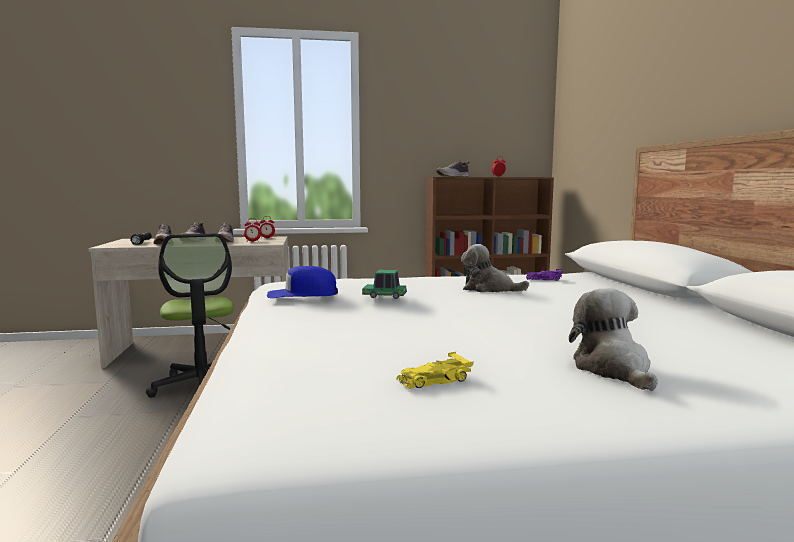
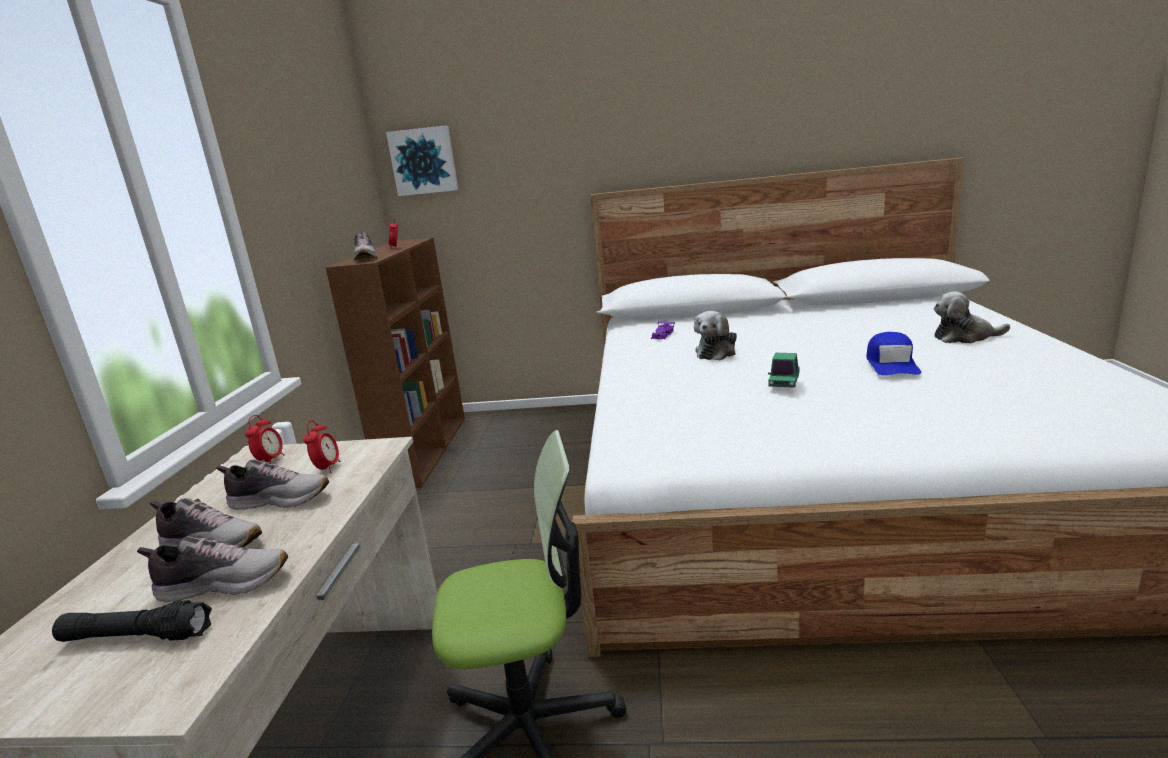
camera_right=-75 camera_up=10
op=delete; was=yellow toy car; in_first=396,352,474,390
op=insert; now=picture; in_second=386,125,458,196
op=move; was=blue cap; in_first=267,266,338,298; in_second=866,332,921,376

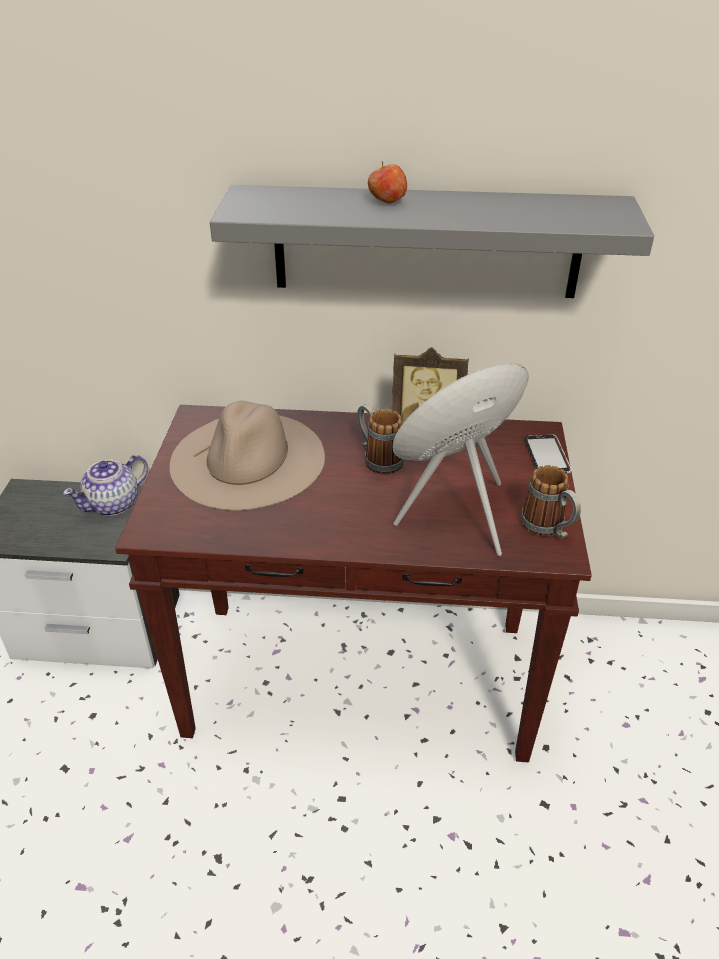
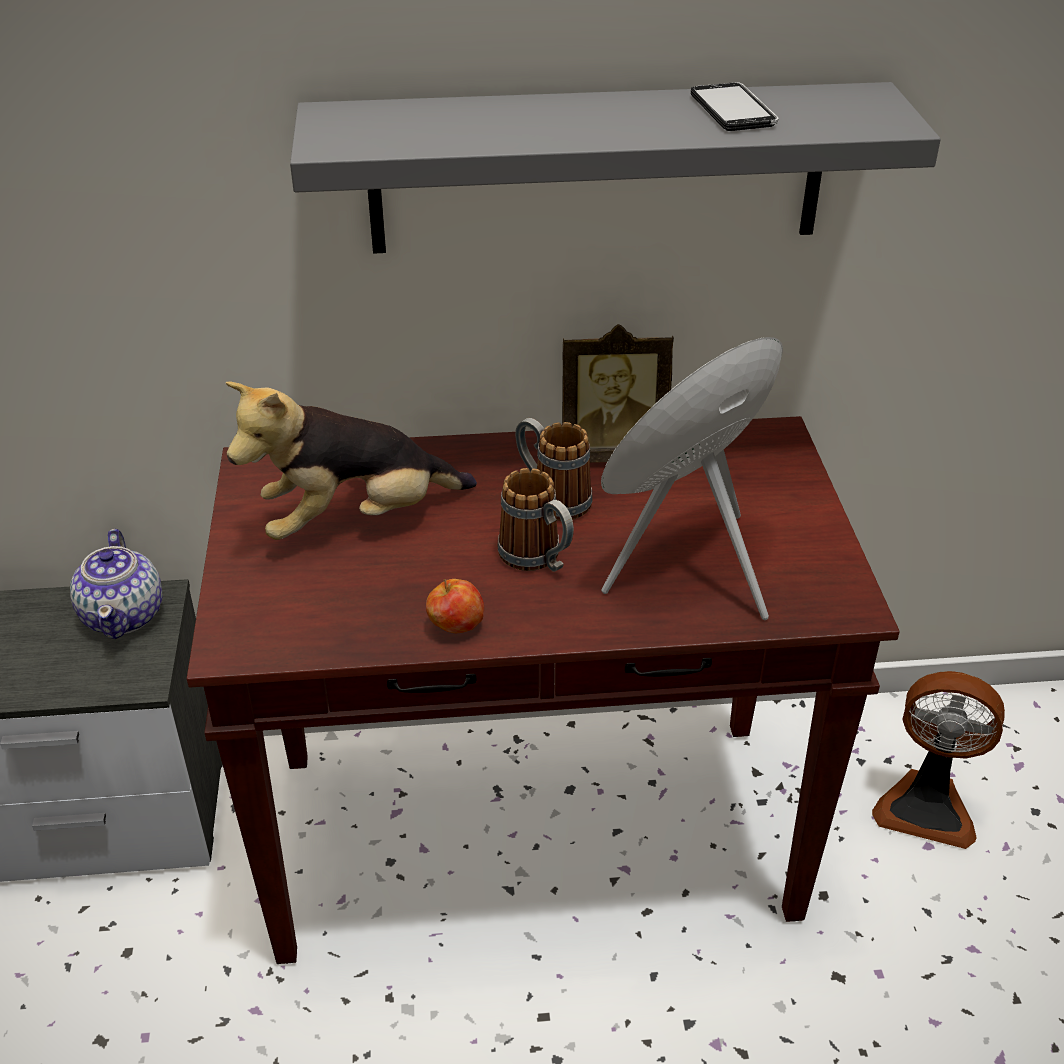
camera_right=-10 camera_up=0
op=insert; now=fan; in_second=872,671,1005,849
op=move; was=apple; in_first=368,161,407,204; in_second=426,579,484,633
op=move; was=mug; in_first=521,465,581,539; in_second=498,468,574,572
op=move; was=phone; in_first=525,434,572,474; in_second=691,82,779,131
op=replace; was=beige hat; now=plush toy; in_first=170,400,325,511; in_second=226,381,477,540
op=rotate; was=teapot; in_first=63,455,148,516; in_second=70,529,163,639; clockwise=-45

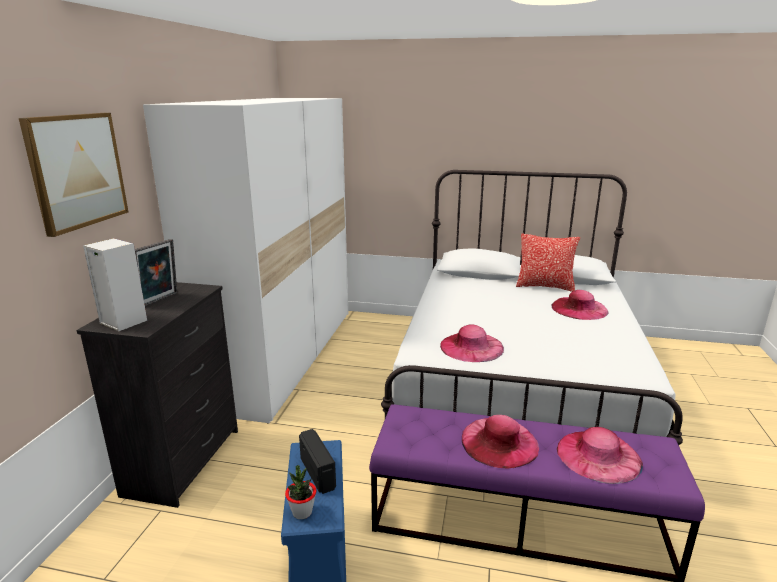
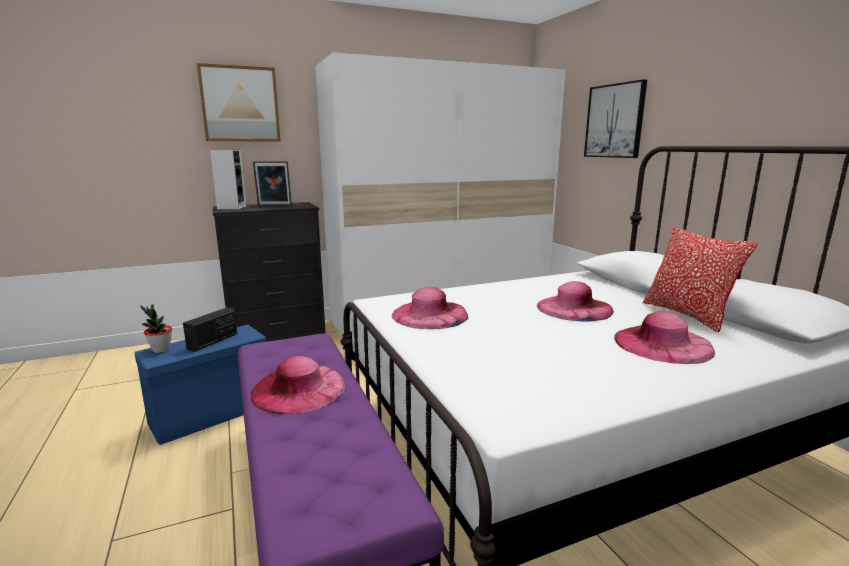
camera_right=55 camera_up=-5
op=insert; now=picture; in_second=584,79,647,158
op=move; was=pink hat; in_first=557,427,643,484; in_second=537,281,614,322

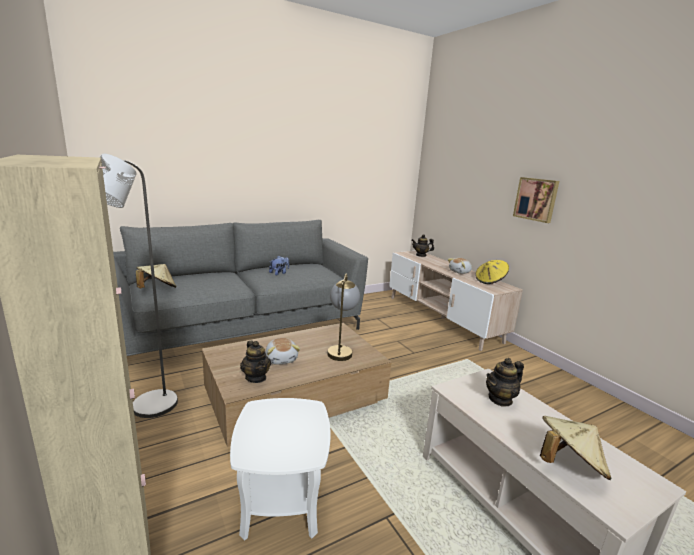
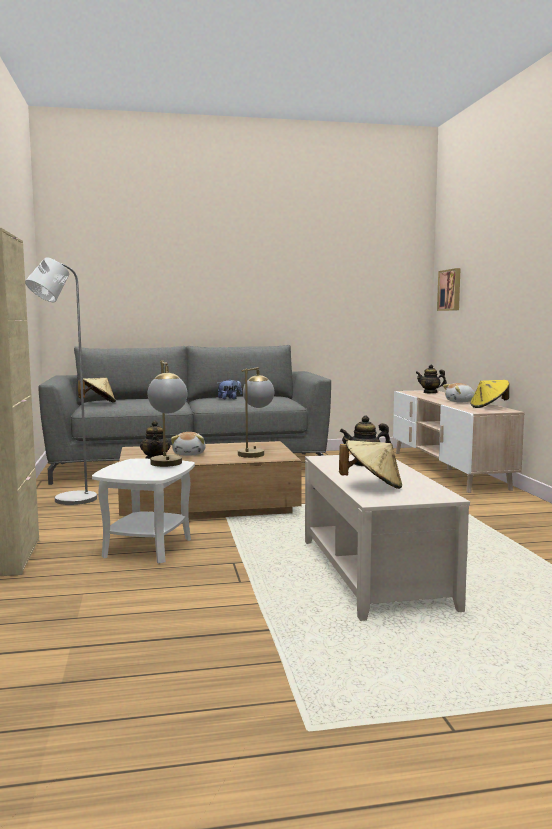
camera_right=20 camera_up=-10
op=insert; now=table lamp; in_second=148,360,188,467
op=move; was=picture; in_first=513,177,559,223; in_second=437,268,461,311

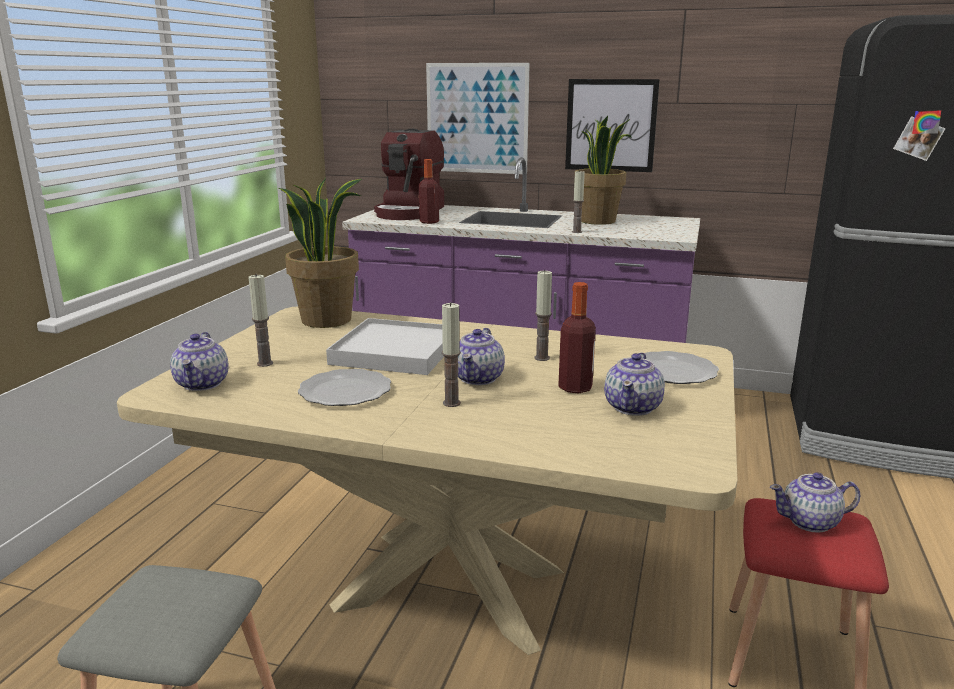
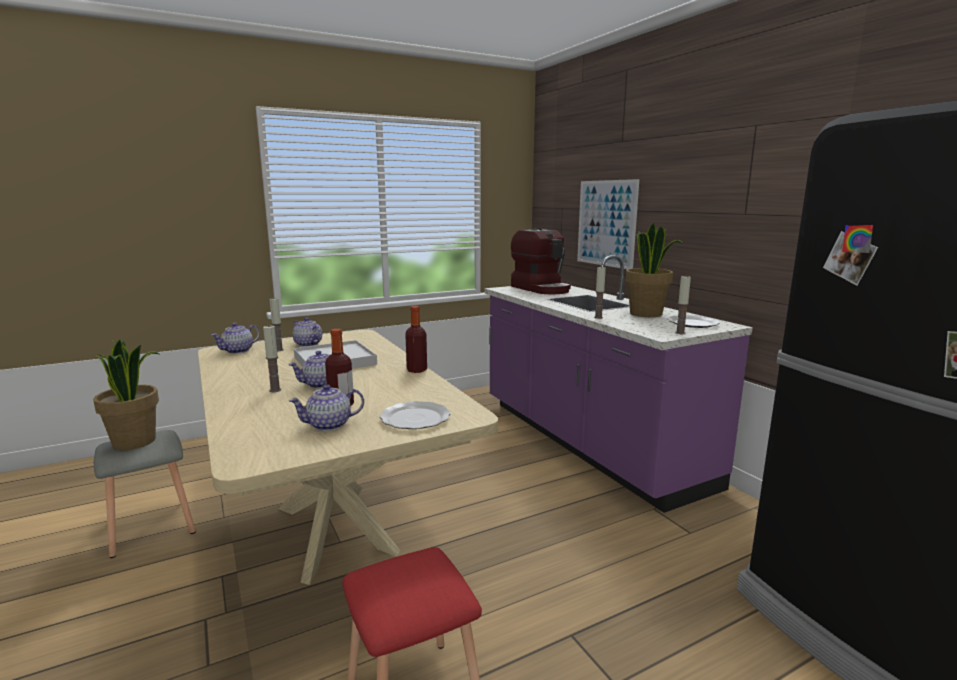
camera_right=45 camera_up=-5
op=delete; was=picture; in_first=565,79,660,172
op=move; was=potted plant; in_first=279,178,362,328; in_second=93,340,159,450
op=move; was=plate; in_first=298,369,391,406; in_second=667,315,720,328
op=move; was=bottle; in_first=419,159,439,224; in_second=405,306,427,373
op=move; was=candle; in_first=534,269,552,361; in_second=675,276,691,334
op=move; was=teapot; in_first=770,472,860,533; in_second=293,317,322,347
op=rotate; was=coffee machine; in_first=374,129,444,220; in_second=511,228,571,294; clockwise=-90

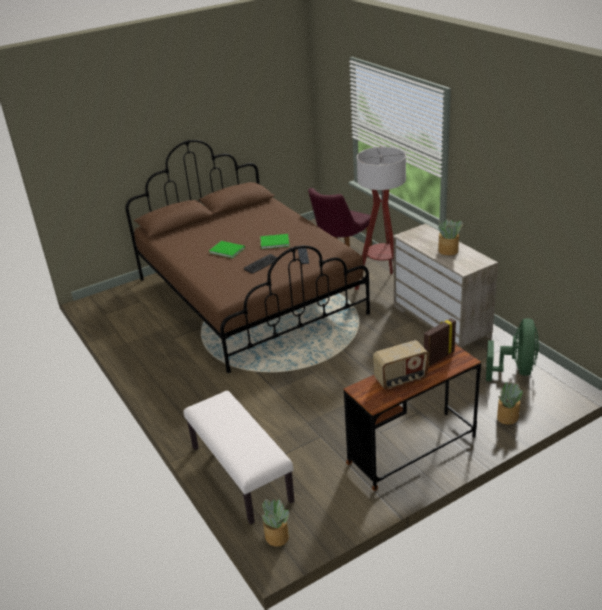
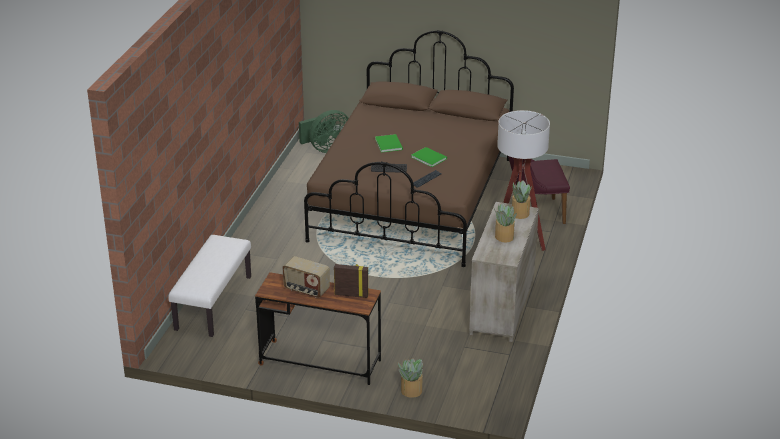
camera_right=45 camera_up=0
op=move; was=potted plant; in_first=262,499,289,547; in_second=512,180,532,219
op=move; was=green fan; in_first=486,318,539,381; in_second=299,110,349,153

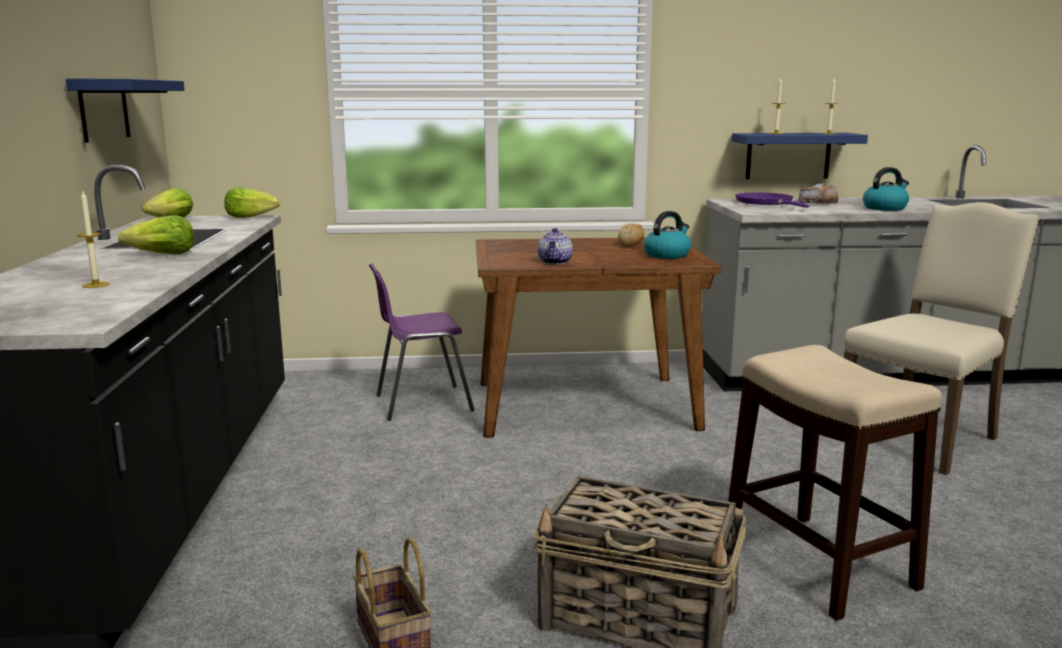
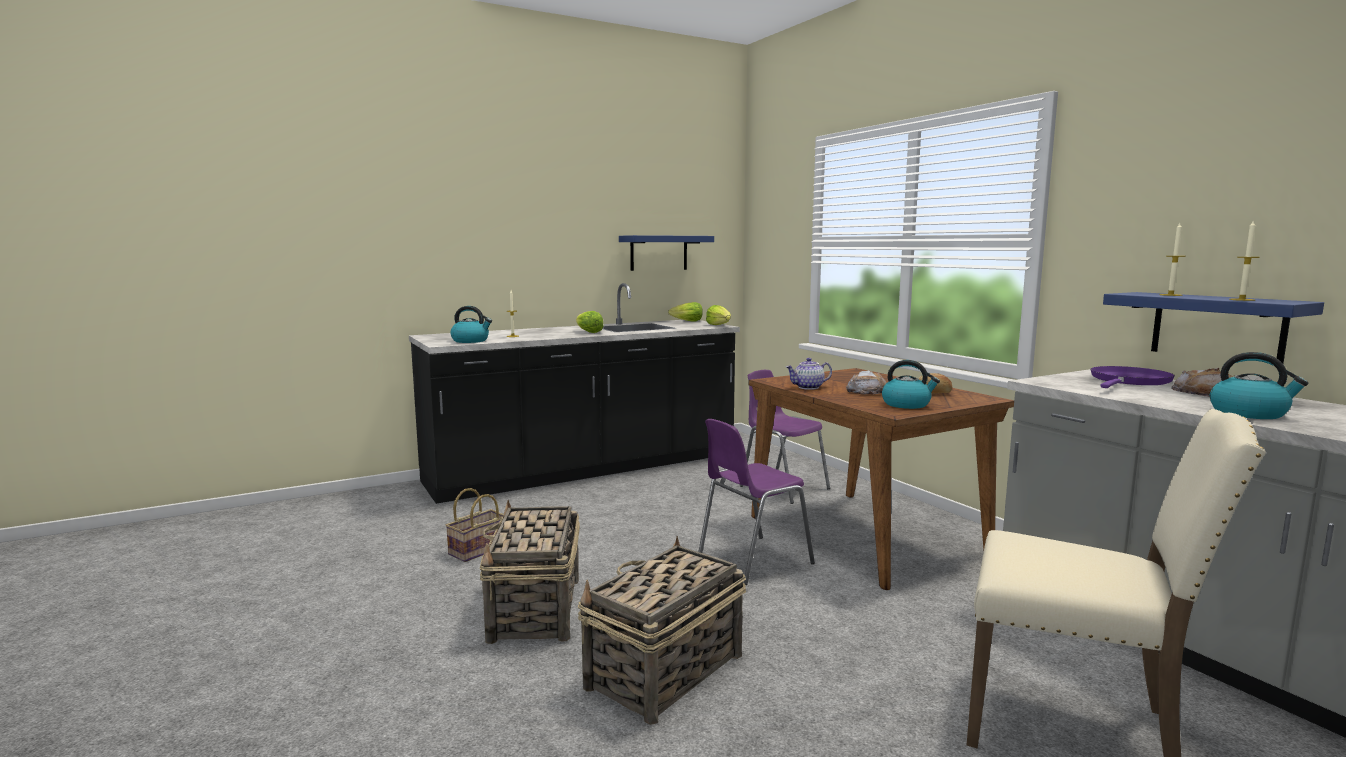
camera_right=65 camera_up=-5
op=insert; now=kettle; in_second=450,306,492,343
op=insert; now=purple chair; in_second=698,419,815,585
op=insert; now=bread; in_second=846,370,887,395
op=replace; was=stool; now=basket; in_first=728,345,942,621; in_second=578,536,746,725

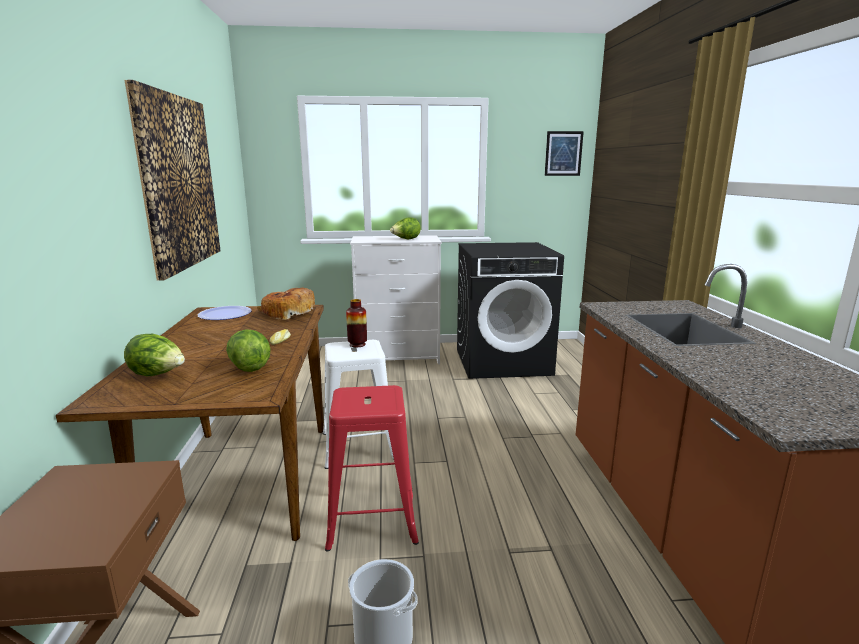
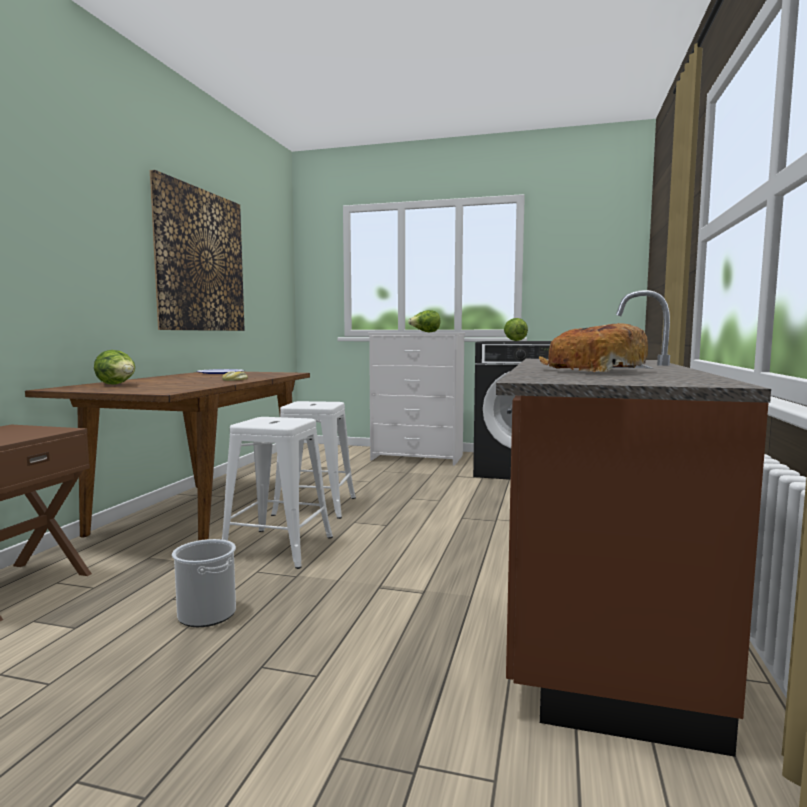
camera_right=20 camera_up=-10
op=delete; was=vase; in_first=346,299,367,347
op=delete; was=picture; in_first=545,131,584,176
op=move; was=lettuce; in_first=226,329,271,372; in_second=504,318,528,341
op=move; was=bread; in_first=257,288,315,320; in_second=539,323,648,372
op=recolor; was=red stool; now=white stool; in_first=325,385,419,552; in_second=222,417,333,569

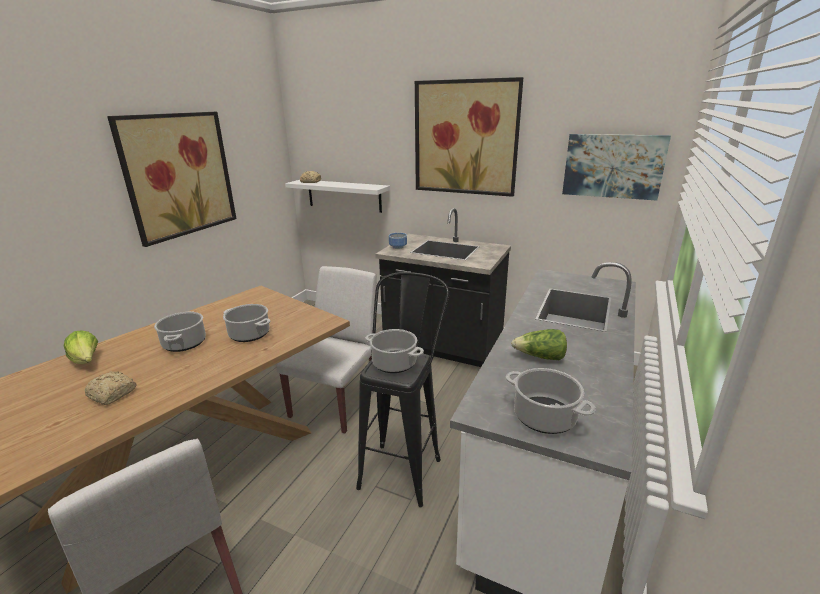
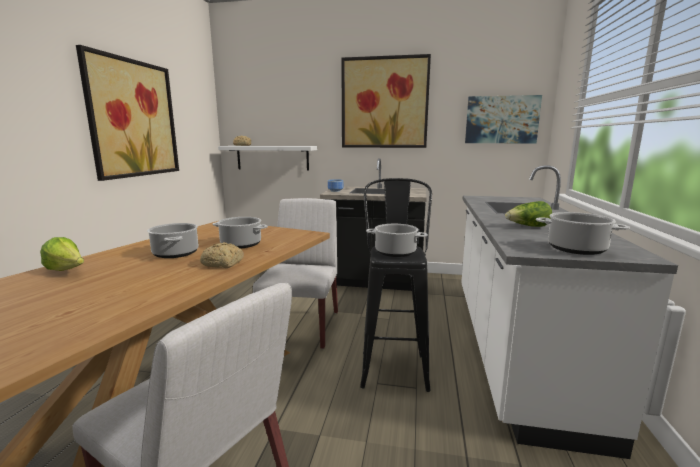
camera_right=-15 camera_up=-10
op=move; was=bread; in_first=85,371,137,405; in_second=200,242,244,268

